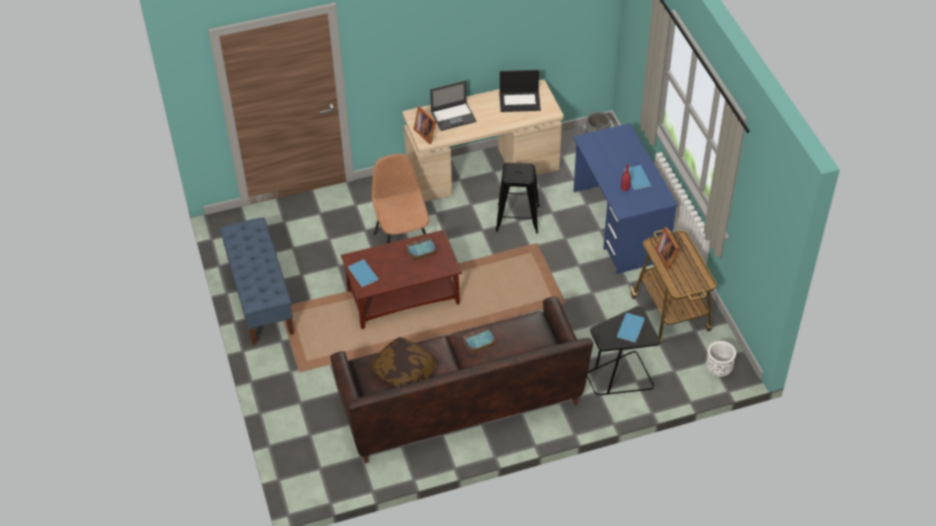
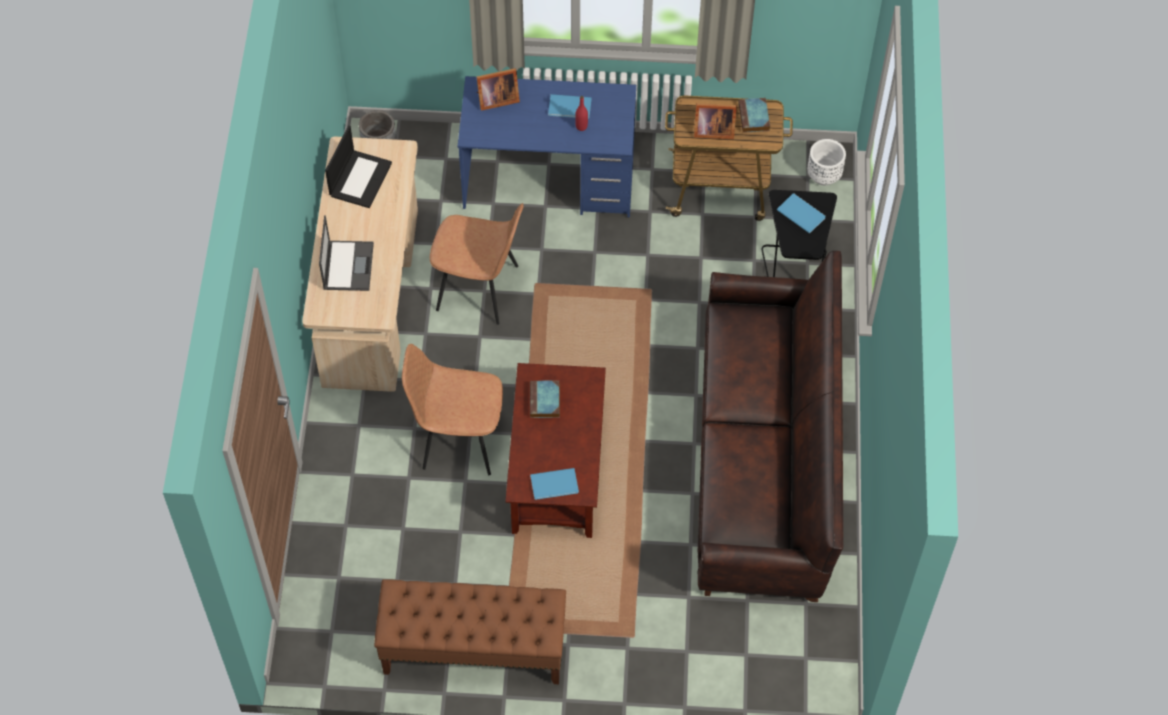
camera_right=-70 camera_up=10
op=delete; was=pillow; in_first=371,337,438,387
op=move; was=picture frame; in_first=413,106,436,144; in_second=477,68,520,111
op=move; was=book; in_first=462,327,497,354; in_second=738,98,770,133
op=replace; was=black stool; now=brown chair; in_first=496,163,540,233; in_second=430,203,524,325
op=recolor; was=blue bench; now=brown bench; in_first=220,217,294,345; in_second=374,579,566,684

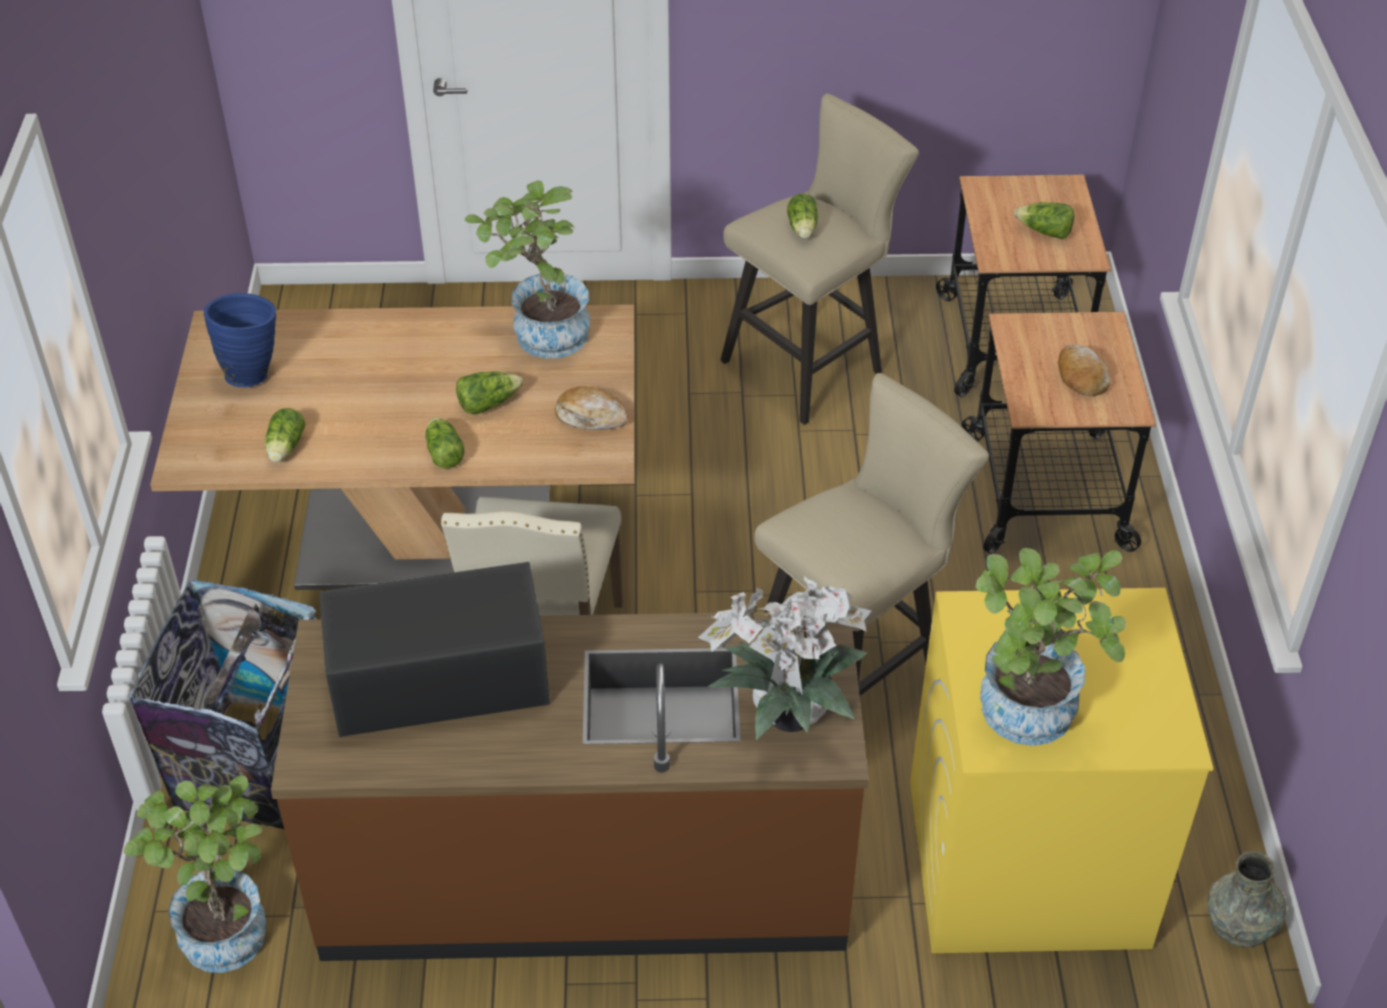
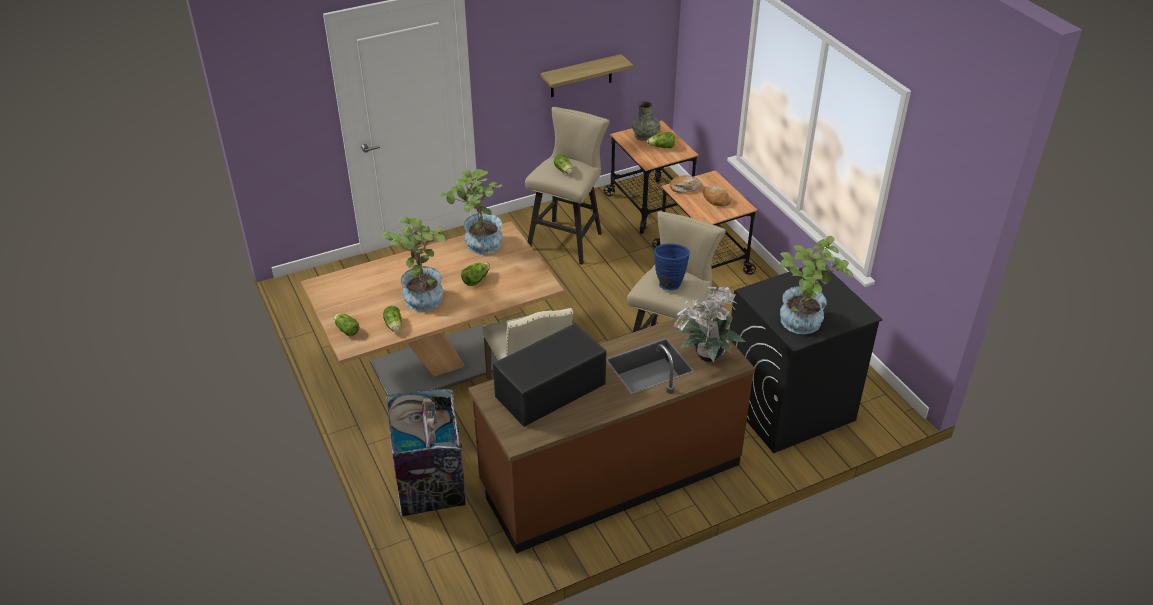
camera_right=-25 camera_up=-5
op=insert; now=shelf; in_second=541,54,633,97
op=move; was=potted plant; in_first=124,775,266,973; in_second=381,216,446,311
op=move; was=blue vase; in_first=204,293,276,388; in_second=654,244,690,291
op=move; was=lettuce; in_first=426,417,465,469; in_second=334,314,359,336
op=move; was=bread; in_first=555,386,628,430; in_second=670,175,702,193
op=move; was=grey vase; in_first=1207,851,1286,947; in_second=632,101,660,141
op=recolor; was=yellow washing machine; now=black washing machine; in_first=910,588,1213,953; in_second=730,266,883,453

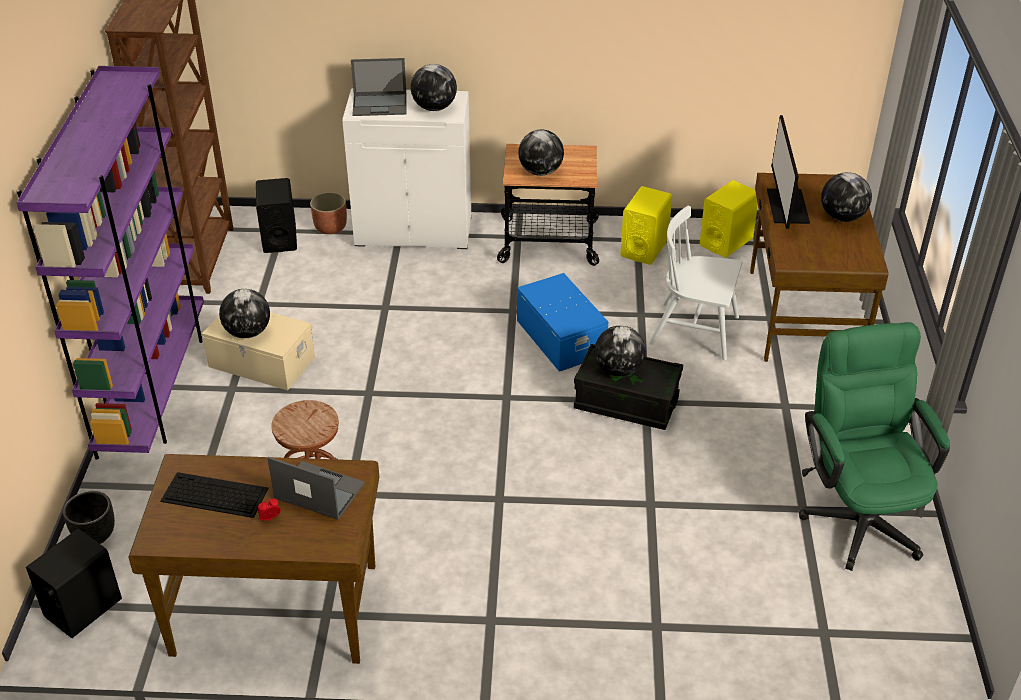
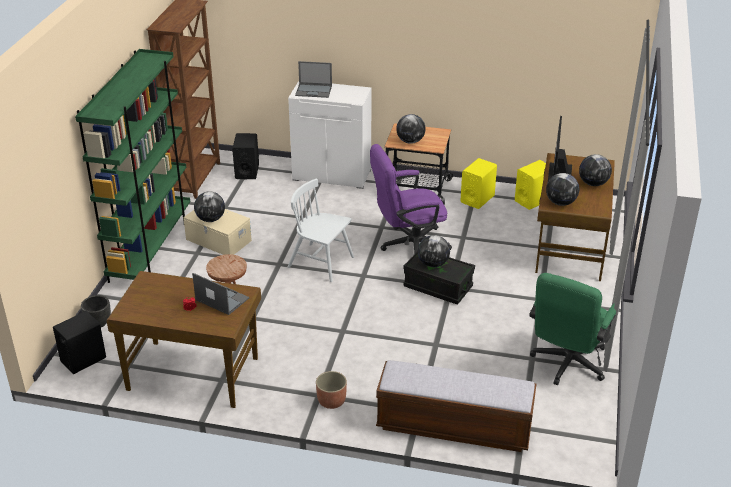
camera_right=10 camera_up=-5
op=delete; was=keyboard; in_first=160,472,268,518
op=insert; now=bench; in_second=376,360,536,452
op=move; was=planter; in_first=310,192,347,234; in_second=316,371,347,409
op=move; was=globe; in_first=411,64,457,111; in_second=546,173,579,206
op=move; was=white chair; in_first=649,206,742,360; in_second=287,179,354,282
op=replace; was=blue storage box; now=purple office chair; in_first=517,273,608,372; in_second=370,144,452,254
op=recolor; was=purple bookcase; now=green bookcase; in_first=16,66,204,460; in_second=75,49,190,283
op=rotate; was=green office chair; in_first=799,322,950,571; in_second=529,273,616,385; clockwise=-150

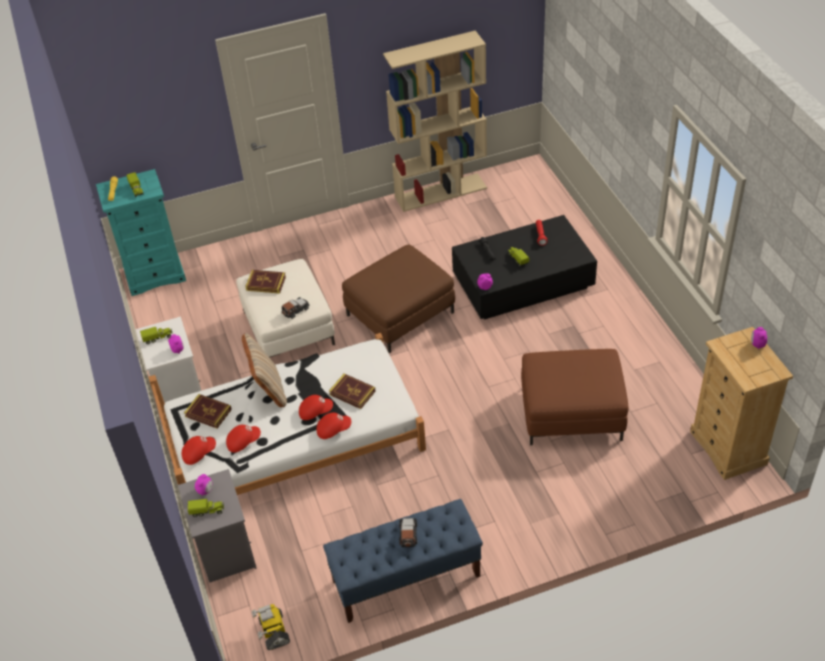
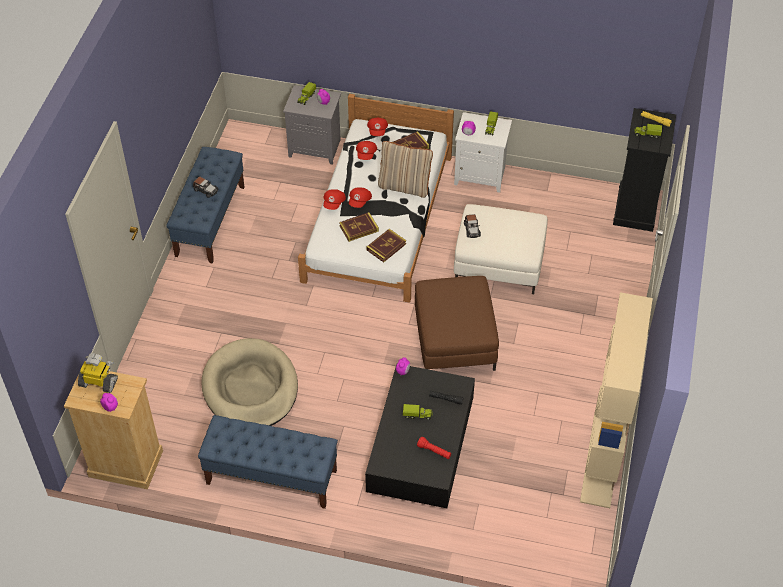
camera_right=120 camera_up=5
op=insert; now=blue bench; in_second=198,415,338,509
op=move; was=book; in_first=245,270,286,294; in_second=367,229,406,262
op=move; was=toy robot; in_first=252,604,290,650; in_second=78,353,118,393
op=replace; was=brown ottoman; now=beige dog bed; in_first=521,349,629,445; in_second=201,338,298,426
op=recolor; was=turquoise dresser; now=black dresser; in_first=96,169,186,296; in_second=613,108,676,232

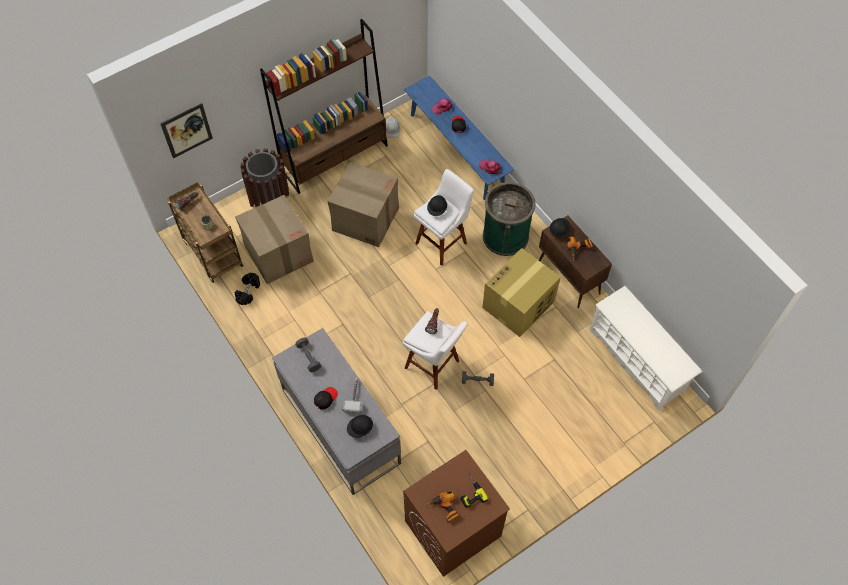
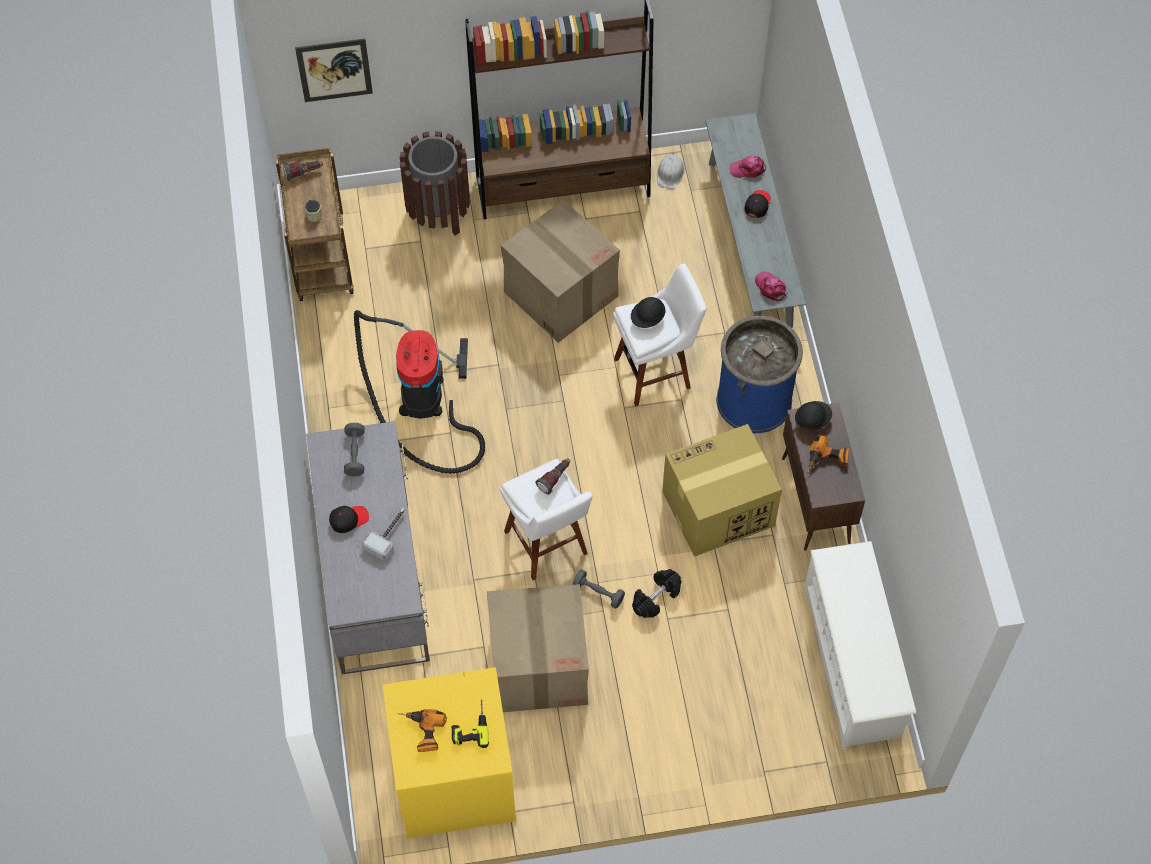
camera_right=25 camera_up=0
op=delete; was=black hard hat; in_first=347,415,373,438
op=insert; now=vacuum cleaner; in_second=354,310,485,474
op=move; was=cardboard box; in_first=235,195,314,284; in_second=487,584,589,712
op=move; was=black dumbbell; in_first=235,272,260,305; in_second=632,569,682,618
op=recolor; was=brown washing machine; now=yellow washing machine; in_first=403,450,510,577; in_second=382,667,516,838
op=recolor; was=blue bench; now=grey bench; in_first=404,76,514,200; in_second=705,113,806,328
op=recolor; was=green trash can; now=blue trash can; in_first=483,182,536,256; in_second=716,316,803,433

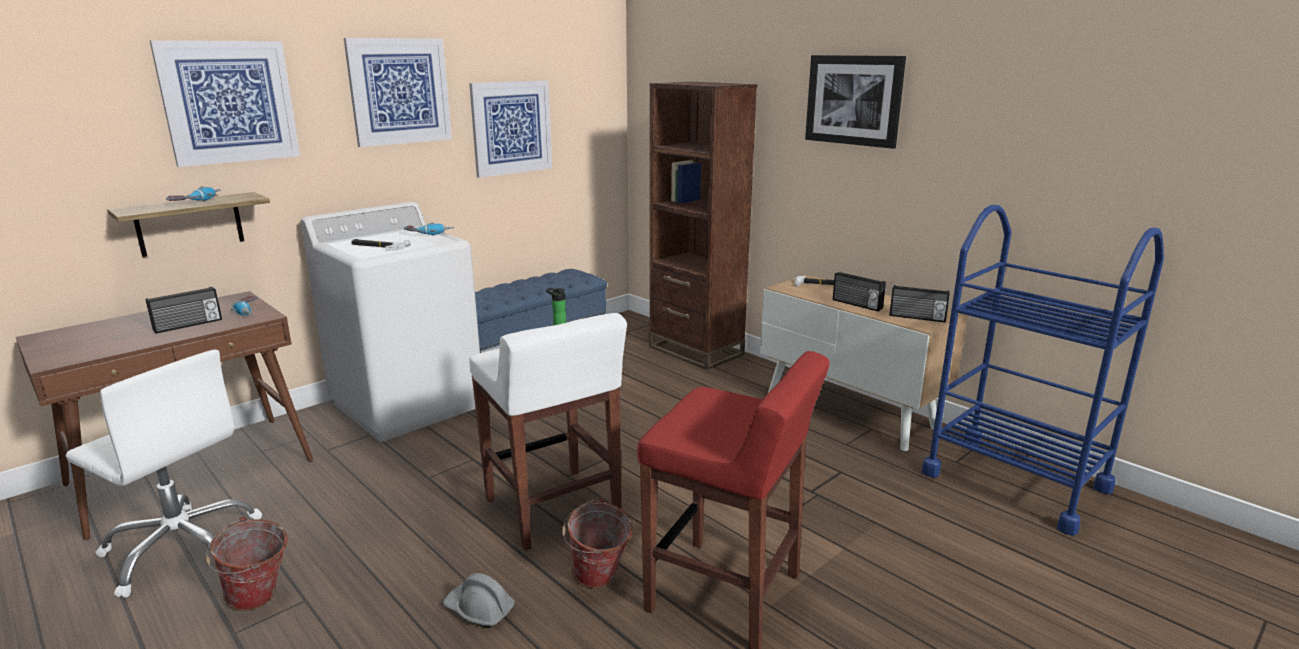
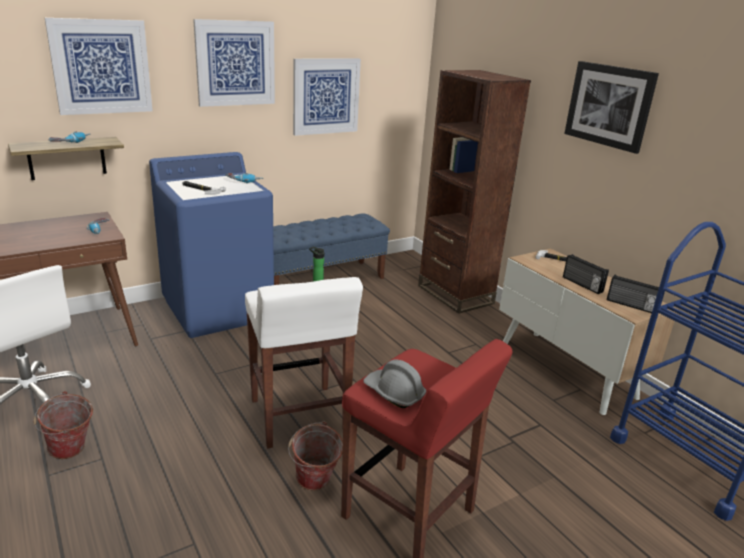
camera_right=10 camera_up=5
op=delete; was=radio; in_first=146,287,222,334
op=move; was=grey hard hat; in_first=443,573,515,628; in_second=363,360,426,408
op=recolor; was=white washing machine; now=blue washing machine; in_first=301,202,480,442; in_second=149,152,274,338

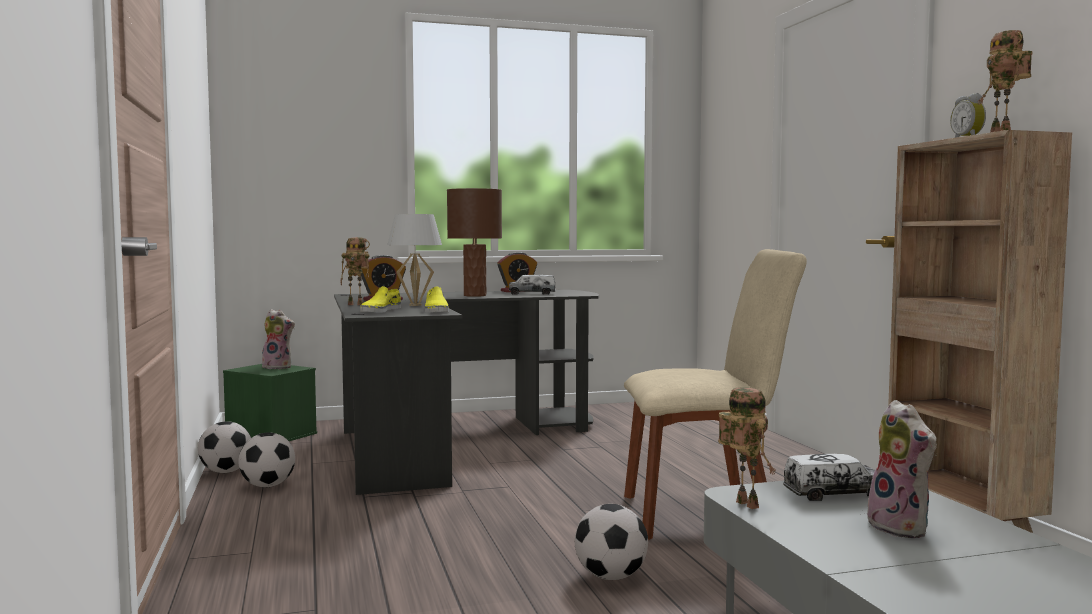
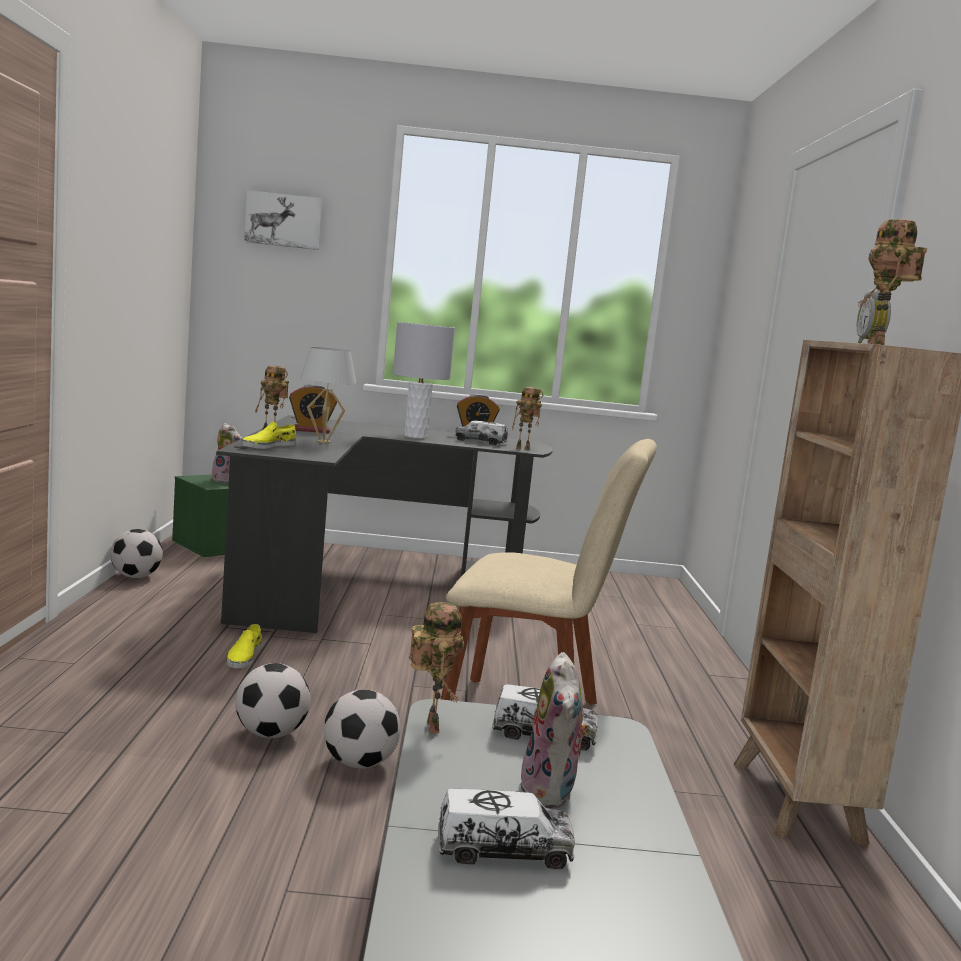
camera_right=15 camera_up=5
op=insert; now=picture; in_second=244,190,322,250
op=insert; now=toy truck; in_second=438,789,575,869
op=insert; now=toy robot; in_second=512,387,543,450
op=move; was=football; in_first=238,432,295,487; in_second=235,663,310,738
op=move; was=yellow shoe; in_first=425,287,449,313; in_second=227,624,262,668
op=recolor; was=brown table lamp; now=grey table lamp; in_first=447,188,502,297; in_second=393,322,455,439

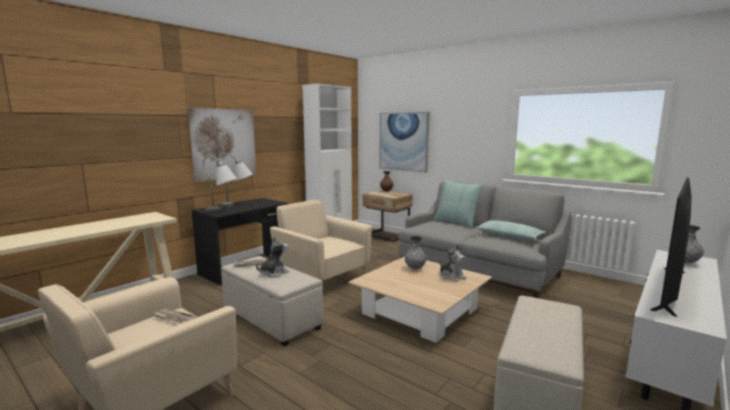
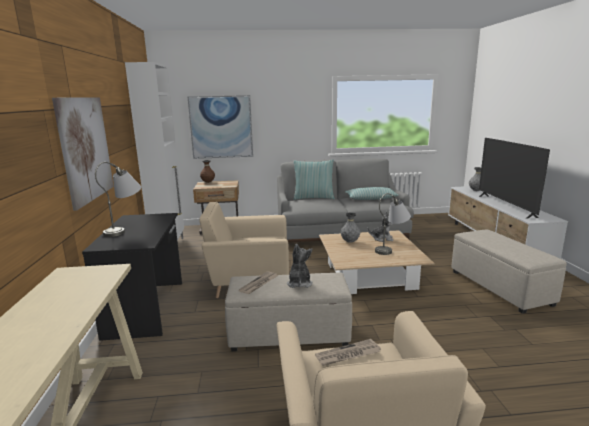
camera_right=-45 camera_up=5
op=move; was=grey table lamp; in_first=203,155,237,212; in_second=375,193,411,255

